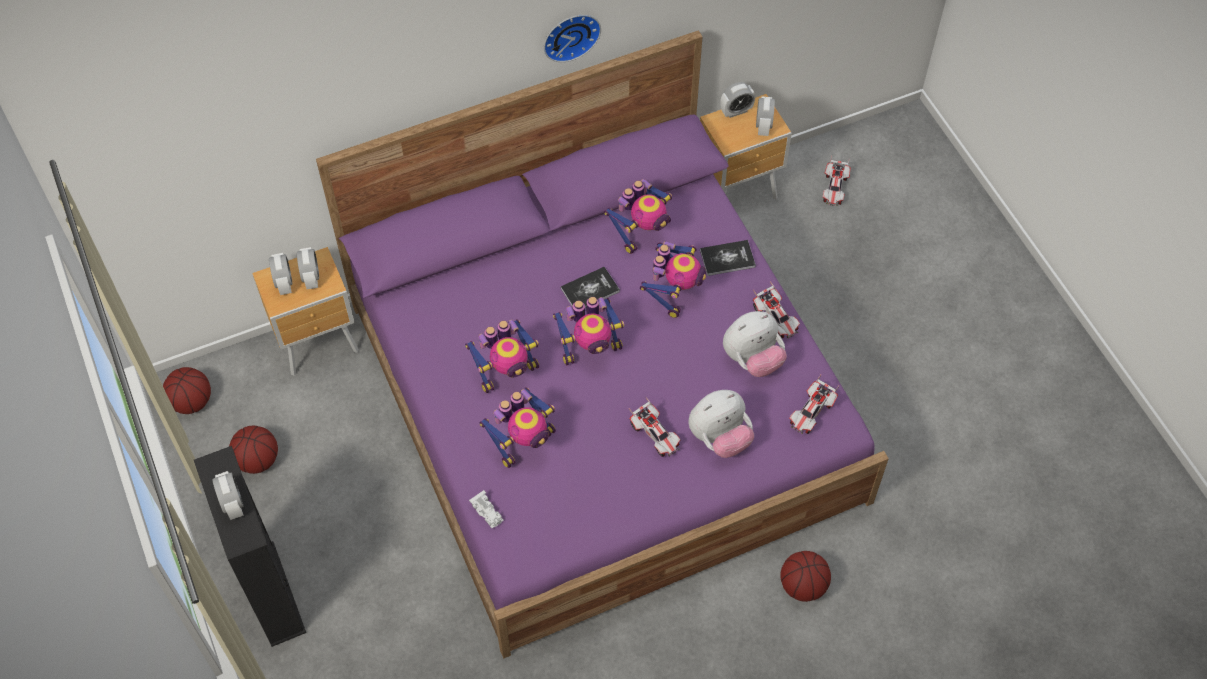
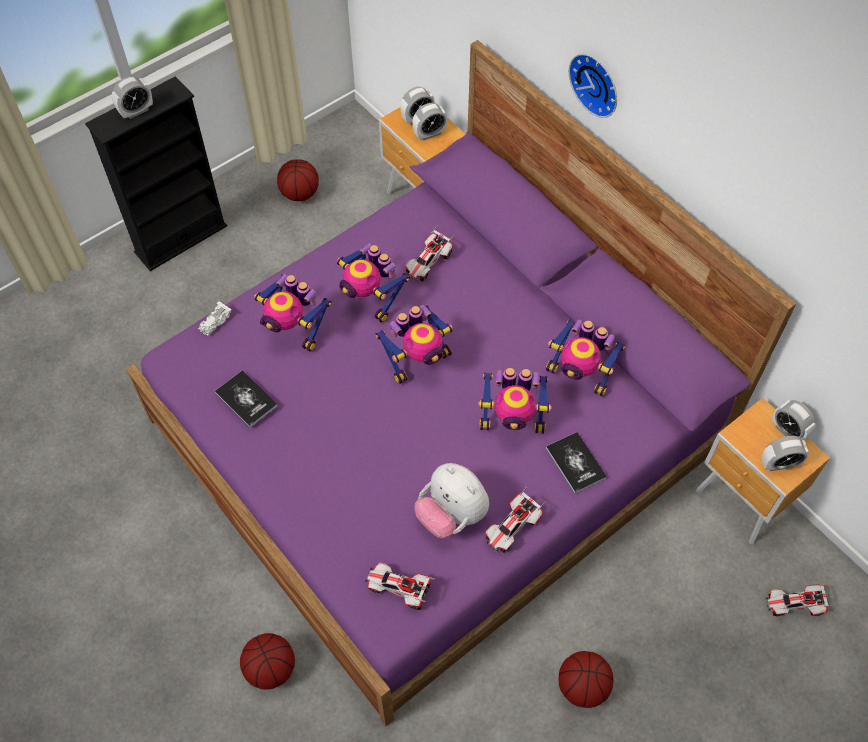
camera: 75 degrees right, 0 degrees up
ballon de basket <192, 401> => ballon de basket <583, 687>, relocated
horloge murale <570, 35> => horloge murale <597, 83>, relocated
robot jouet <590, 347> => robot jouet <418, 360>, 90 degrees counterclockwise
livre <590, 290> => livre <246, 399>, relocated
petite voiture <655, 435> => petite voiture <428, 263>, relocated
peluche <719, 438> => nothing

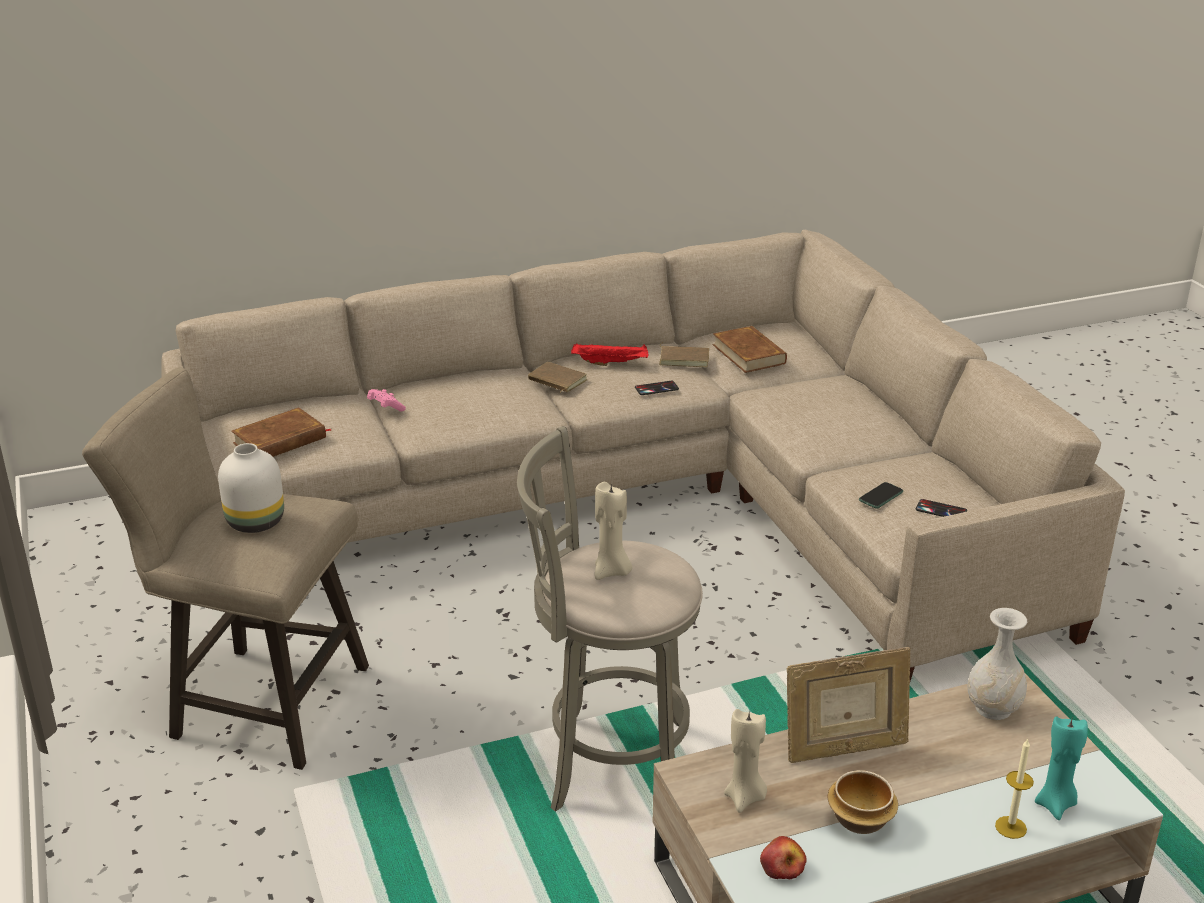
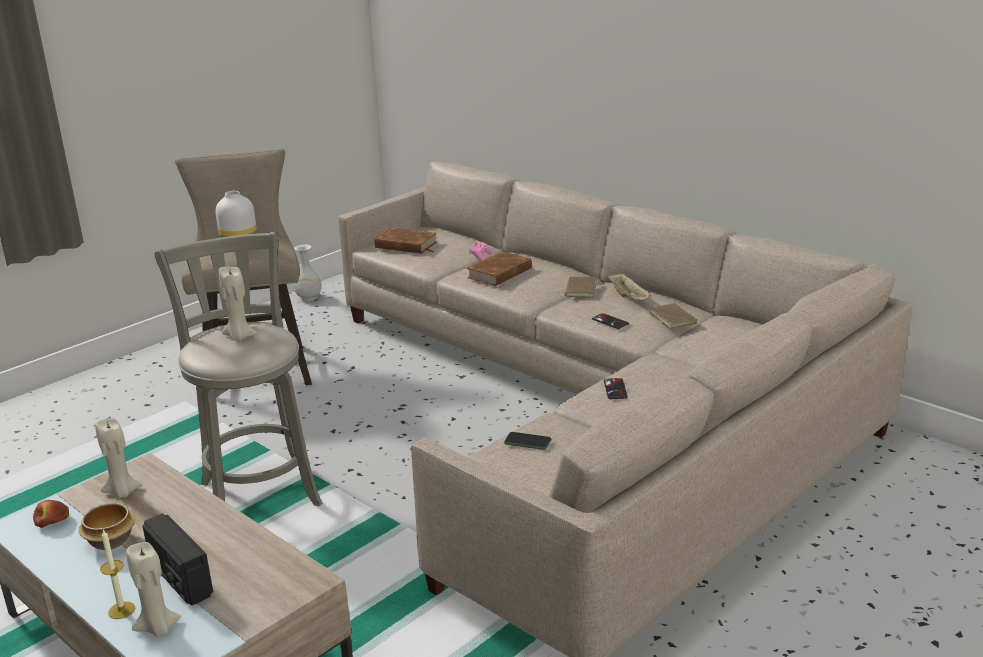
camera: 65 degrees right, 5 degrees down
plateau [rouge] <611, 363> => plateau [beige] <629, 297>
livre [marron] <749, 354> => livre [marron] <500, 273>, relocated
cadre photo <844, 749> => nothing
téléphone <941, 510> => téléphone <615, 389>, relocated
vase [blanc] <993, 709> => vase [blanc] <308, 298>, relocated
bougie [turquoise] <1056, 804> => bougie [beige] <158, 628>
nothing => radio <180, 579>

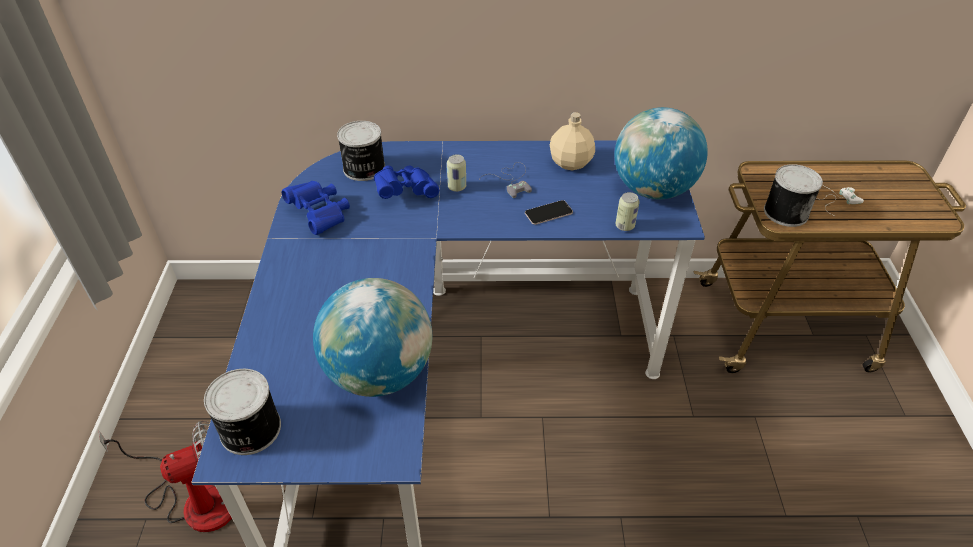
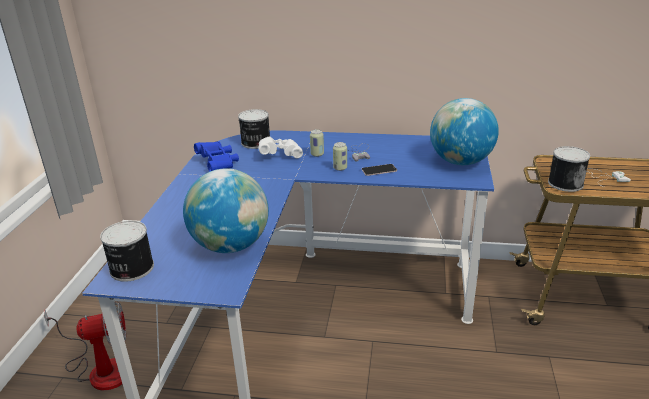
camera: 10 degrees right, 15 degrees down
jumelles [bleu] <405, 191> => jumelles [blanc] <280, 155>
bouteille [beige] <570, 163> => nothing
boîte métallique <624, 226> => boîte métallique <340, 168>, relocated

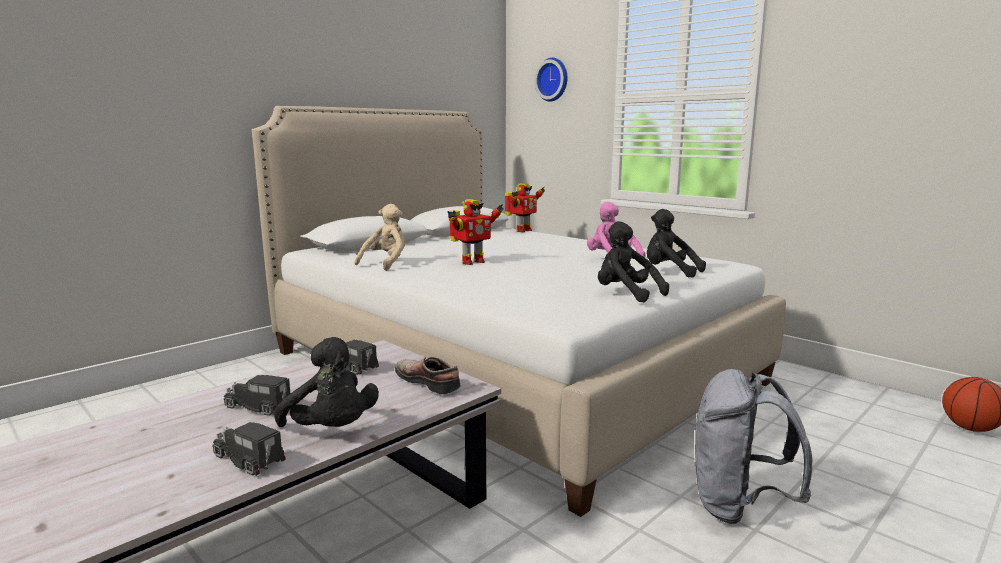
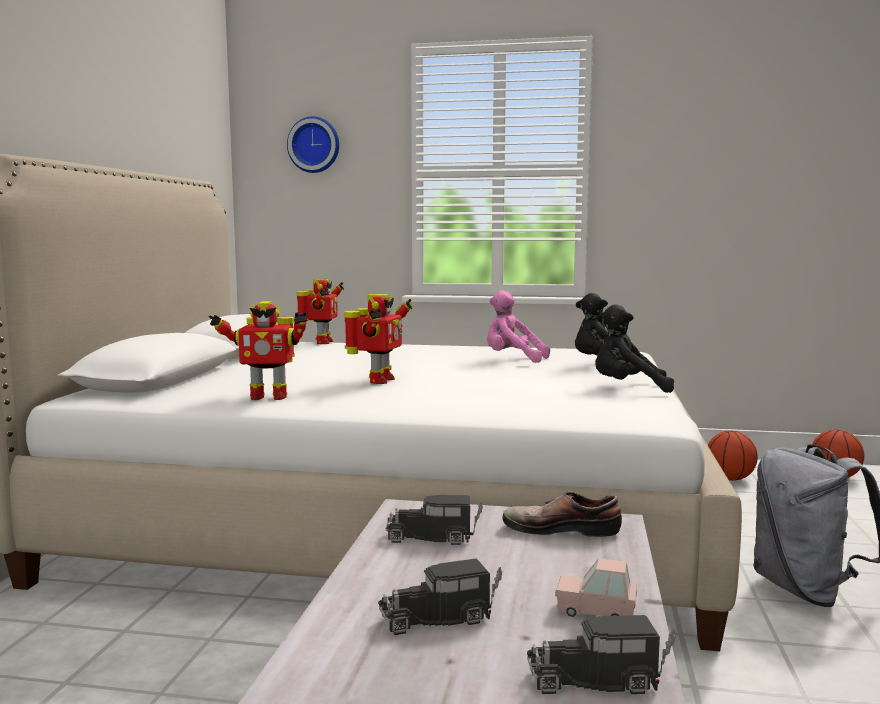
camera: 35 degrees left, 5 degrees down
peluche [noir] <331, 430> => petite voiture [rose] <595, 611>
peluche [beige] <386, 263> => robot jouet <267, 397>
nothing => ballon de basket <730, 479>

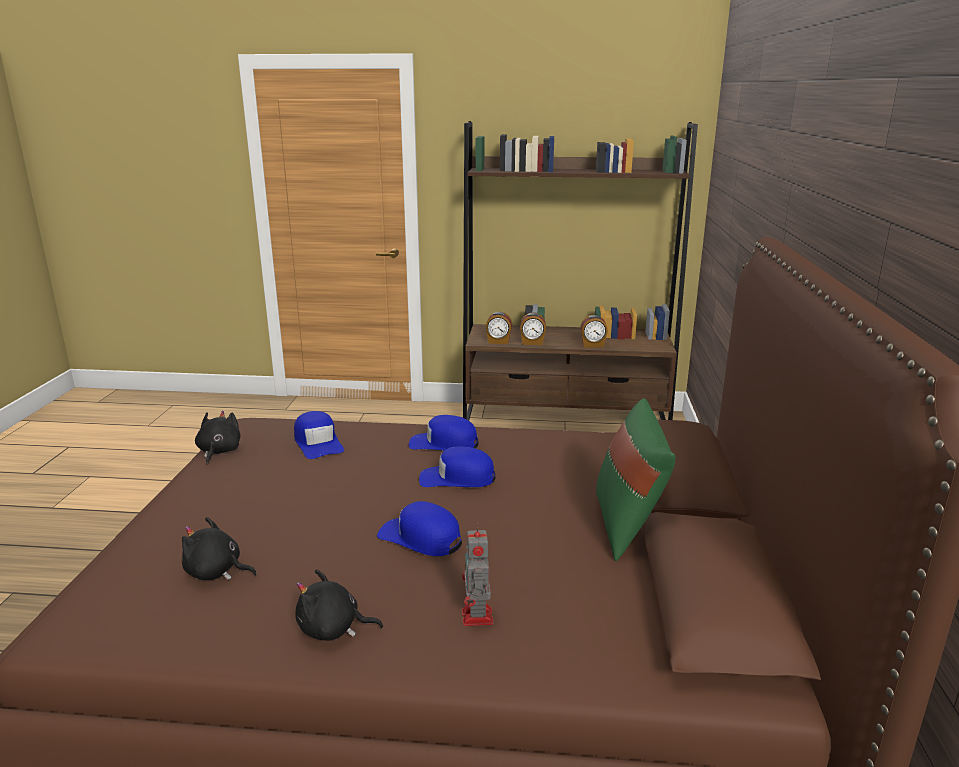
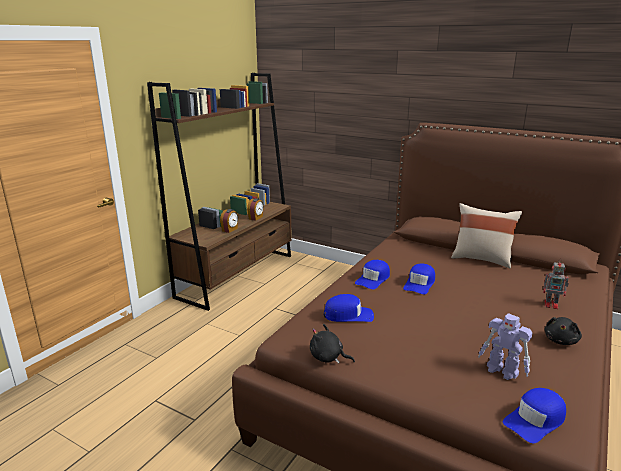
camera: 65 degrees left, 0 degrees up
peluche [noir] <216, 572> => robot jouet <502, 371>
casquette [bleu] <420, 538> => casquette [bleu] <535, 420>, relocated
réveil <498, 342> => nothing
coussin [vert] <628, 526> => coussin [beige] <481, 259>

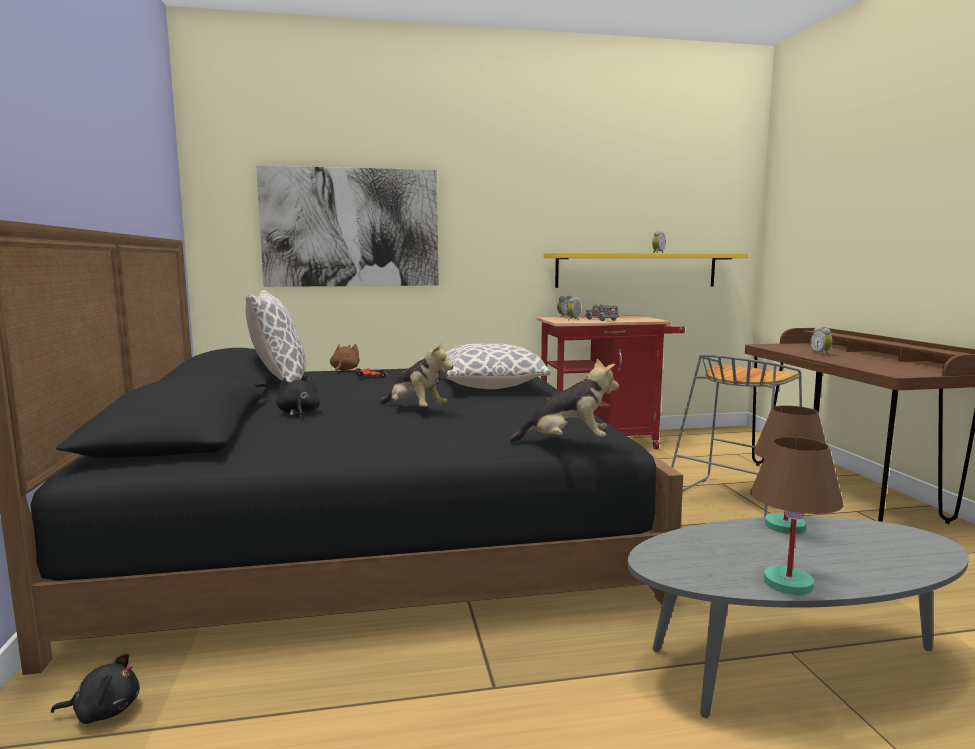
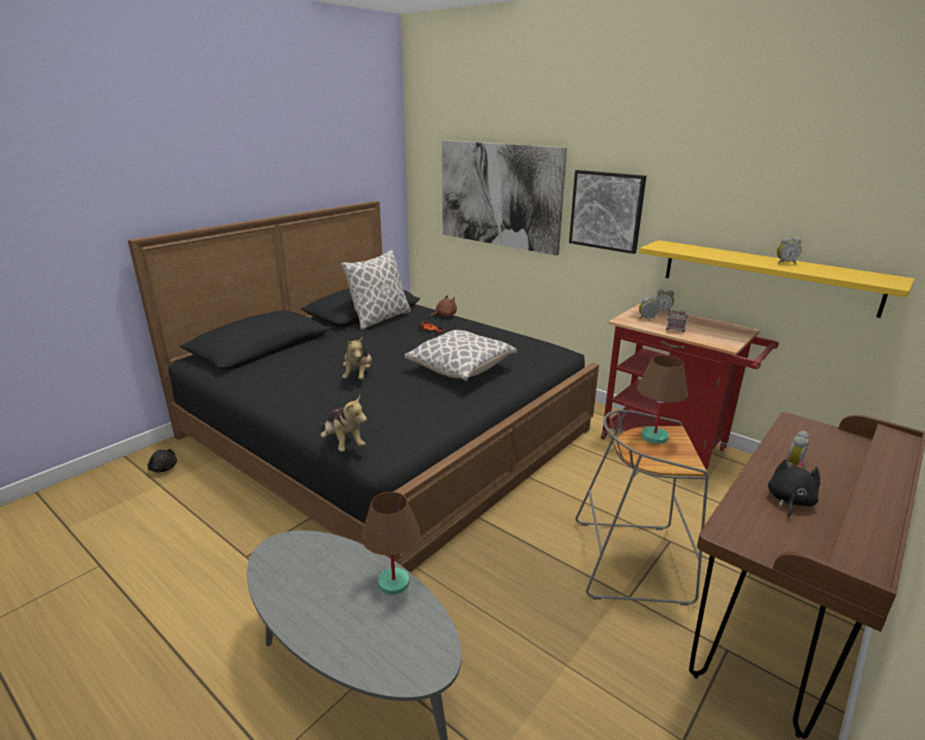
camera: 50 degrees right, 15 degrees up
peluche [noir] <298, 413> => peluche [noir] <789, 501>, relocated
lampe de table [marron] <786, 583> => lampe de table [marron] <654, 436>, relocated
nothing => tableau <606, 211>

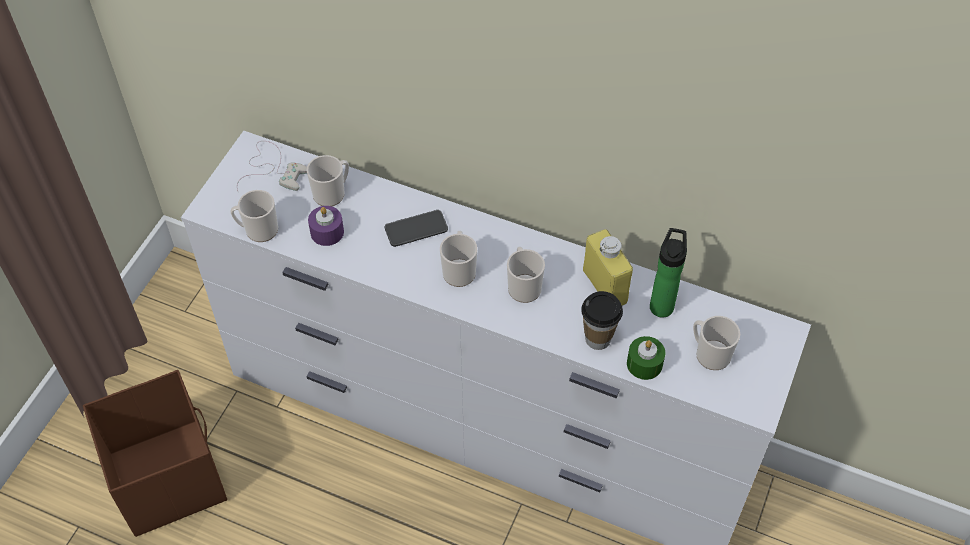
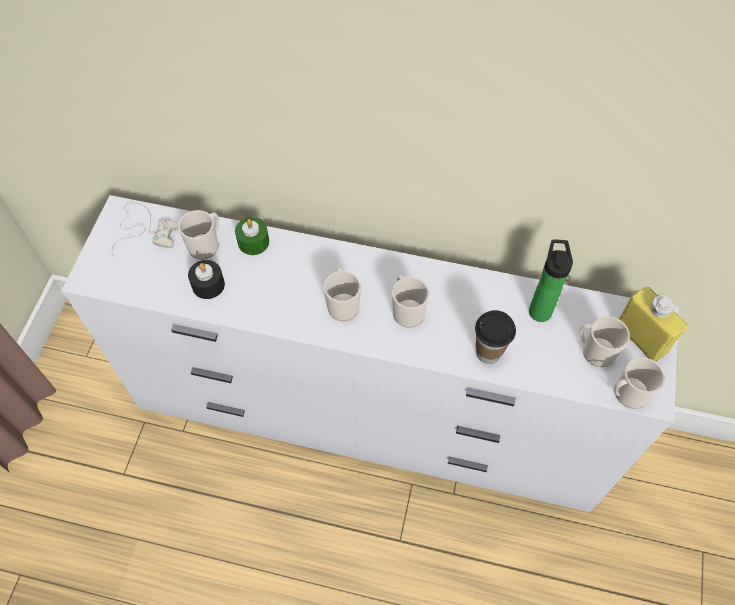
camera: 10 degrees left, 5 degrees up
boîte de rangement [marron] <168, 476> => nothing
mug <258, 230> => mug <627, 394>, relocated
bougie [violet] <327, 232> => bougie [noir] <208, 285>
téléphone <416, 229> => nothing
bouteille [jaune] <604, 286> => bouteille [jaune] <640, 339>, relocated
bougie [vert] <644, 364> => bougie [vert] <253, 242>, relocated

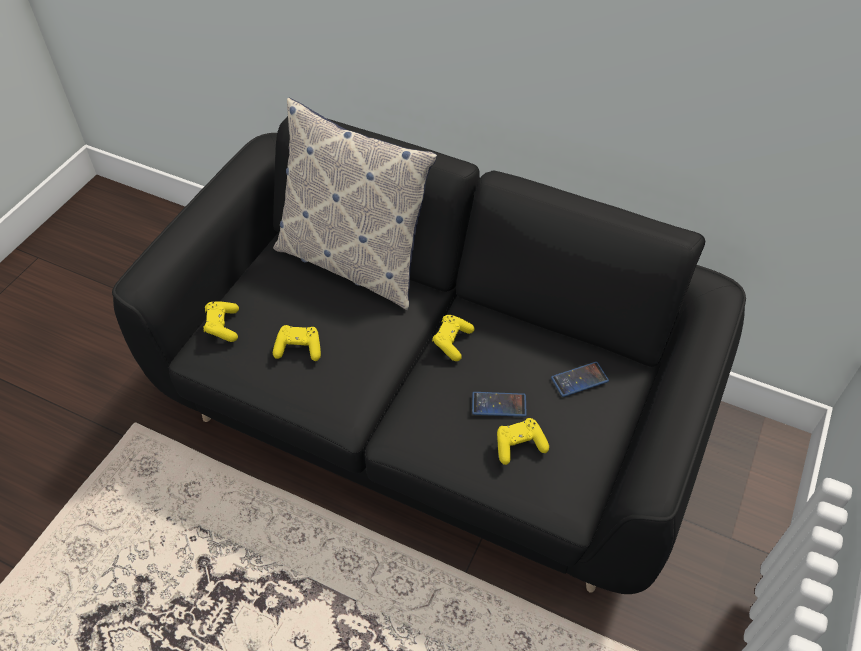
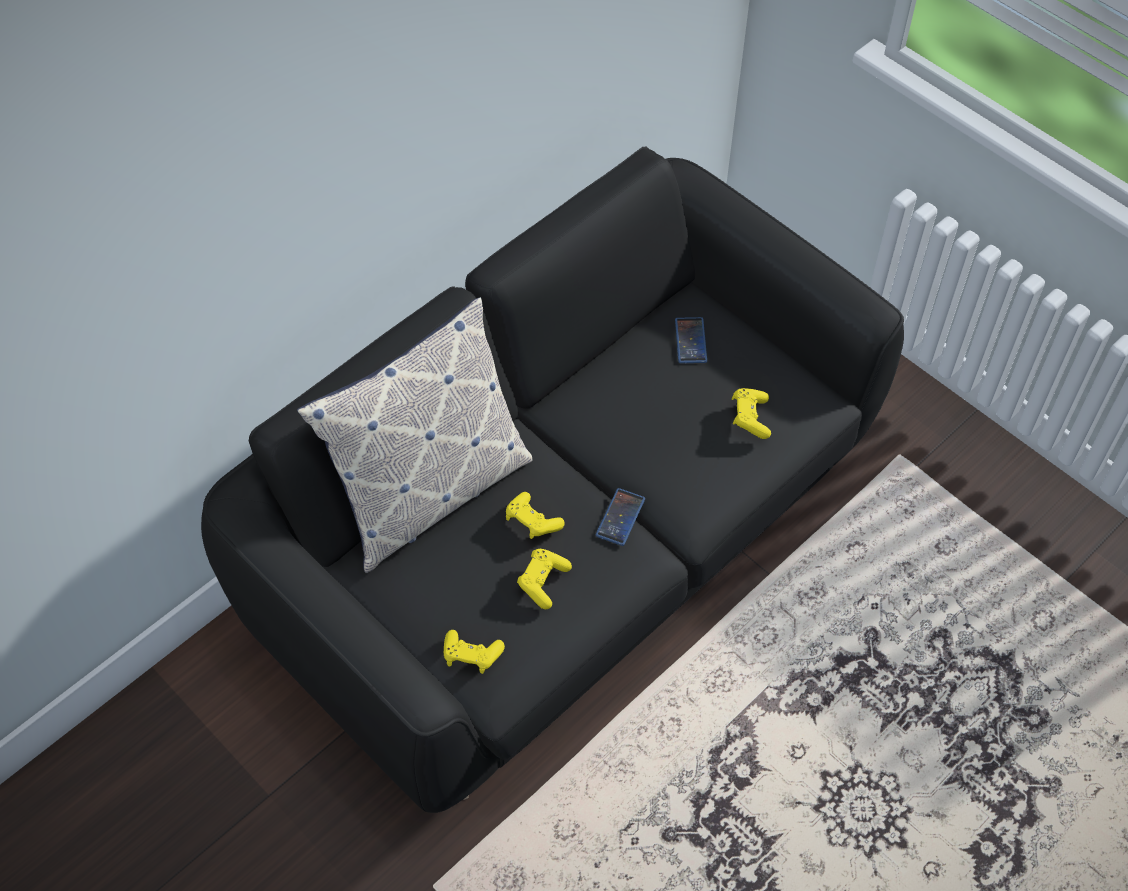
camera: 70 degrees left, 5 degrees up
manette [jaune] <452, 342> => manette [jaune] <532, 522>, relocated
téléphone <499, 404> => téléphone <620, 517>, relocated

